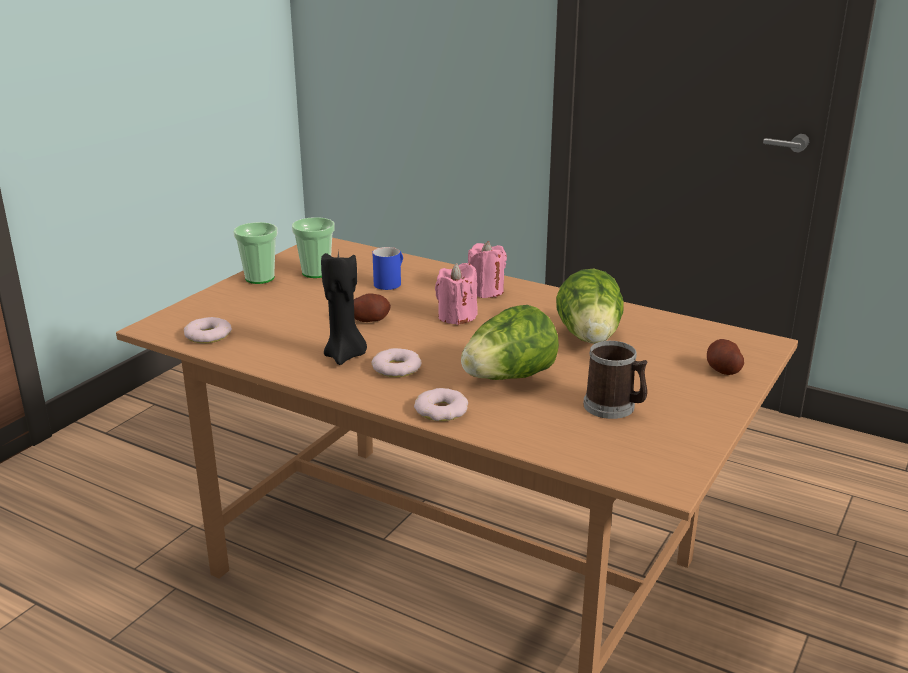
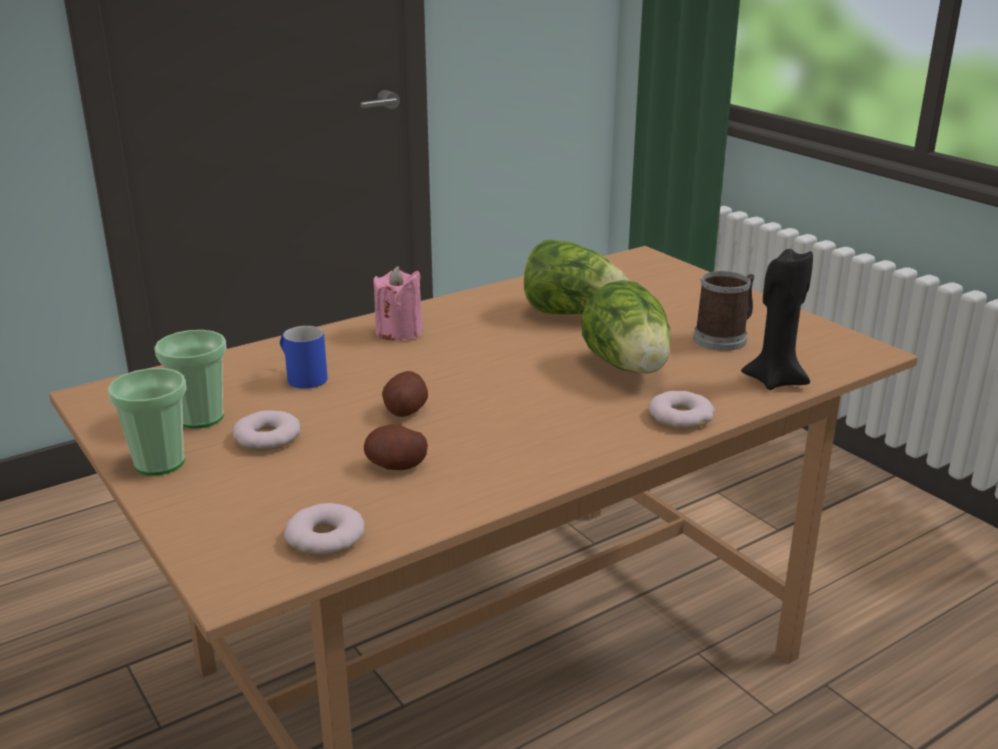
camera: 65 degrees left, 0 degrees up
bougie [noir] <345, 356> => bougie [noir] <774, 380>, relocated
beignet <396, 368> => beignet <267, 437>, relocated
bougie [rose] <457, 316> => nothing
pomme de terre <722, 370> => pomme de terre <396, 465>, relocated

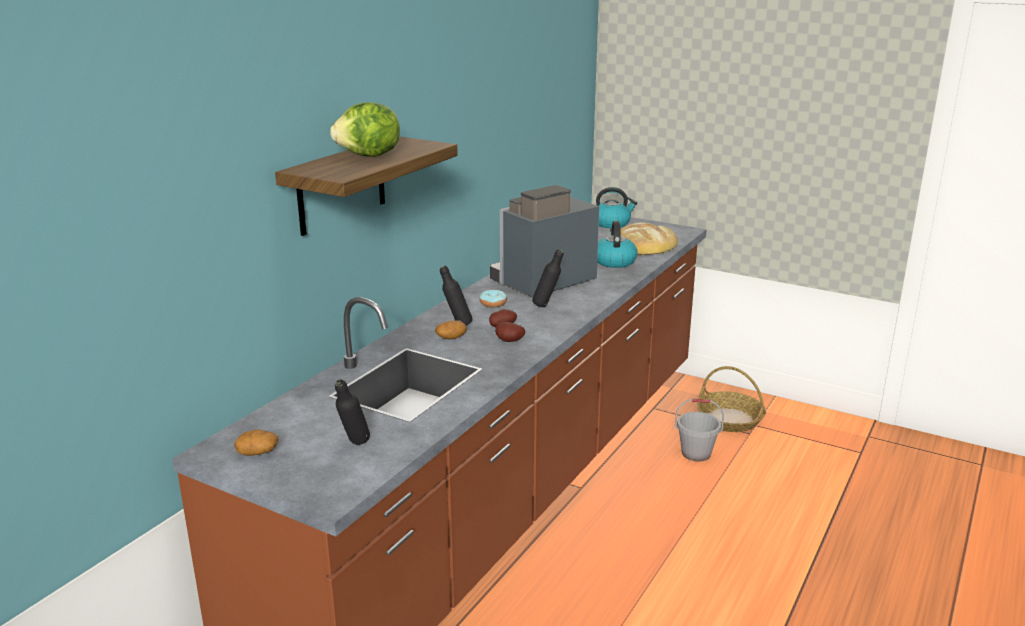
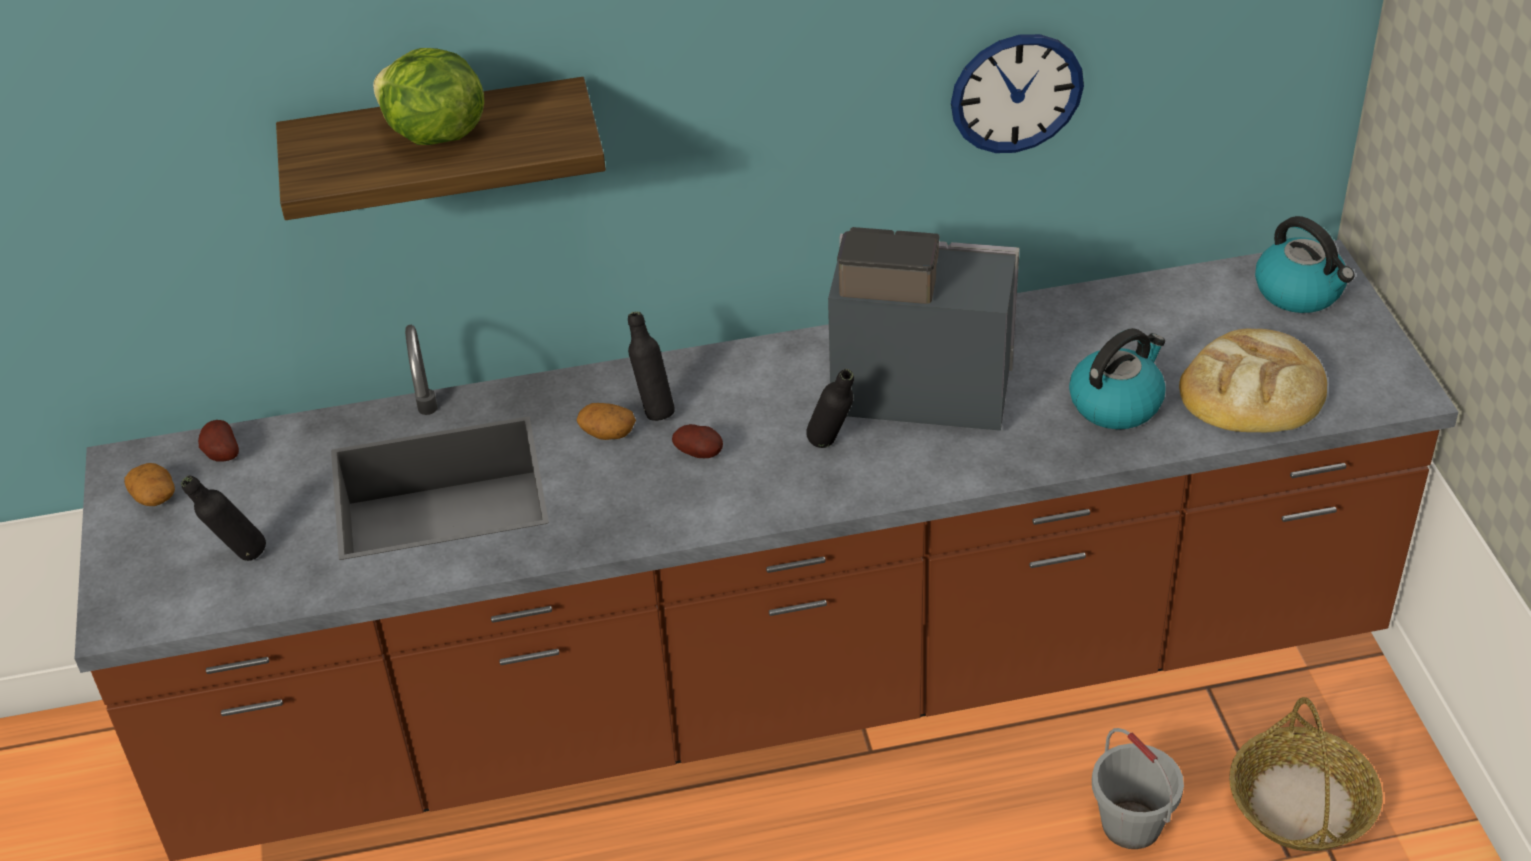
camera: 50 degrees right, 20 degrees up
beignet <493, 303> => nothing
pomme de terre <509, 341> => pomme de terre <221, 455>, relocated
nothing => horloge murale <1016, 93>

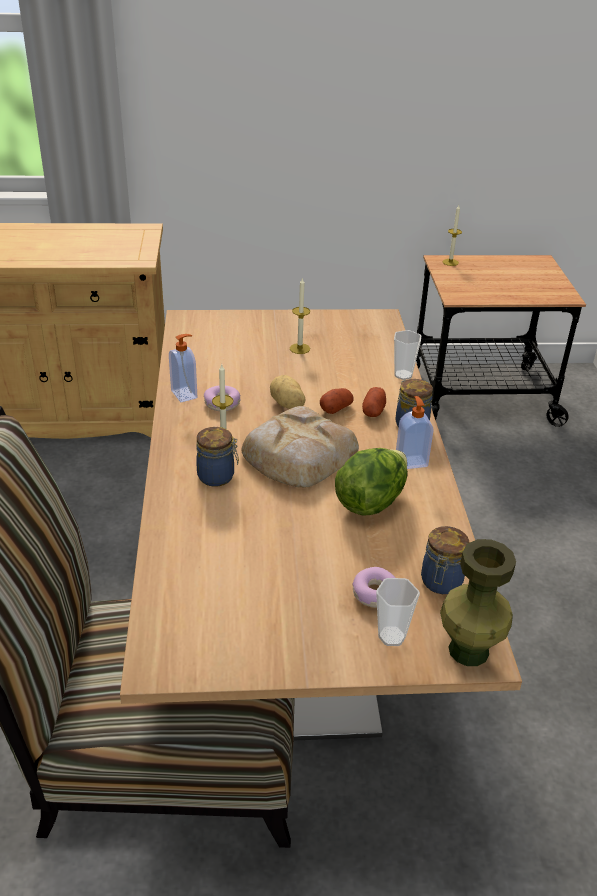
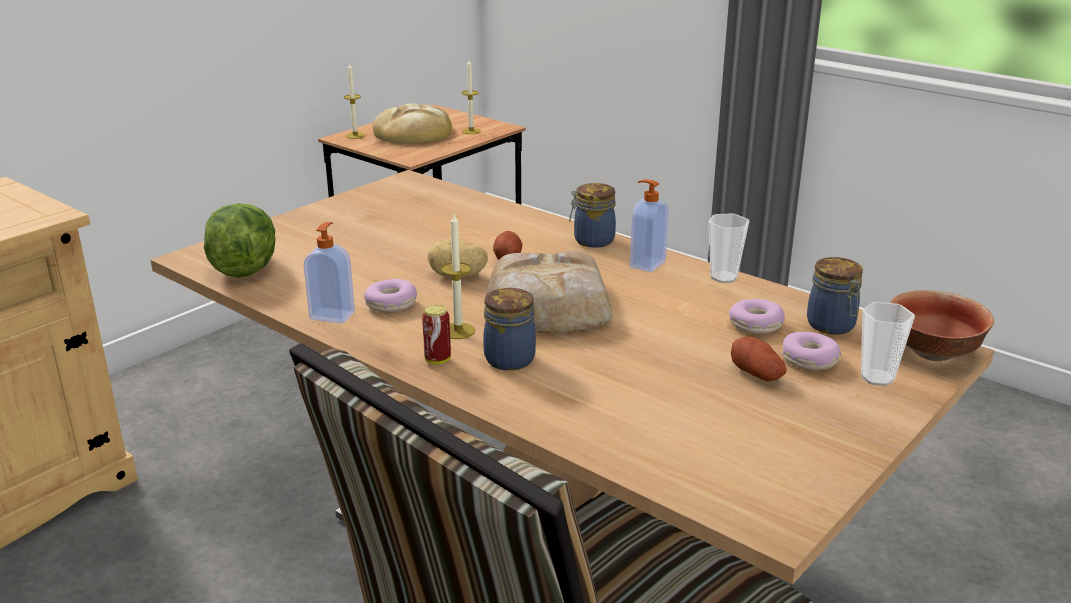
camera: 45 degrees left, 10 degrees down
bougie <299, 348> => bougie <471, 131>, relocated
laitue <371, 501> => laitue <244, 267>, relocated
pomme de terre <373, 411> => pomme de terre <756, 373>, relocated
tasse <403, 375> => tasse <723, 277>, relocated
vase [vert] <469, 651> => bol <934, 353>
nothing => pain <414, 132>
nothing => boîte métallique <437, 360>
nothing => beignet <755, 325>

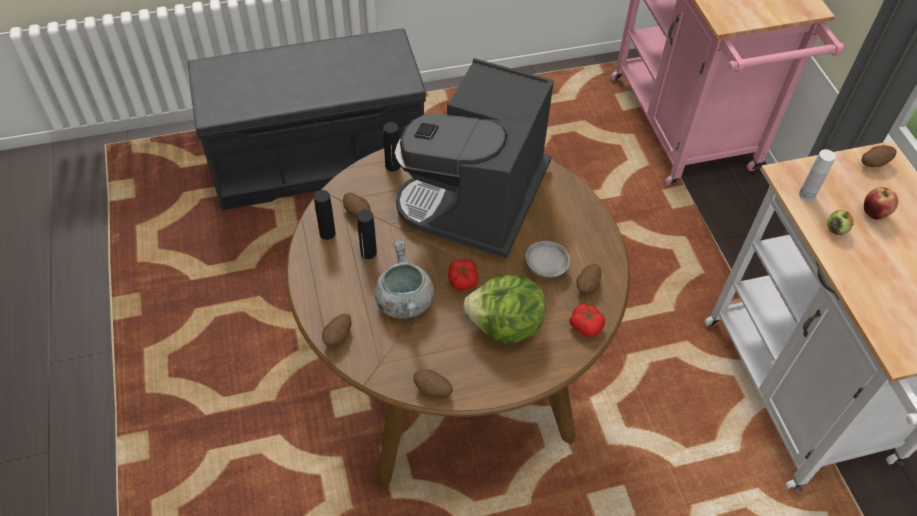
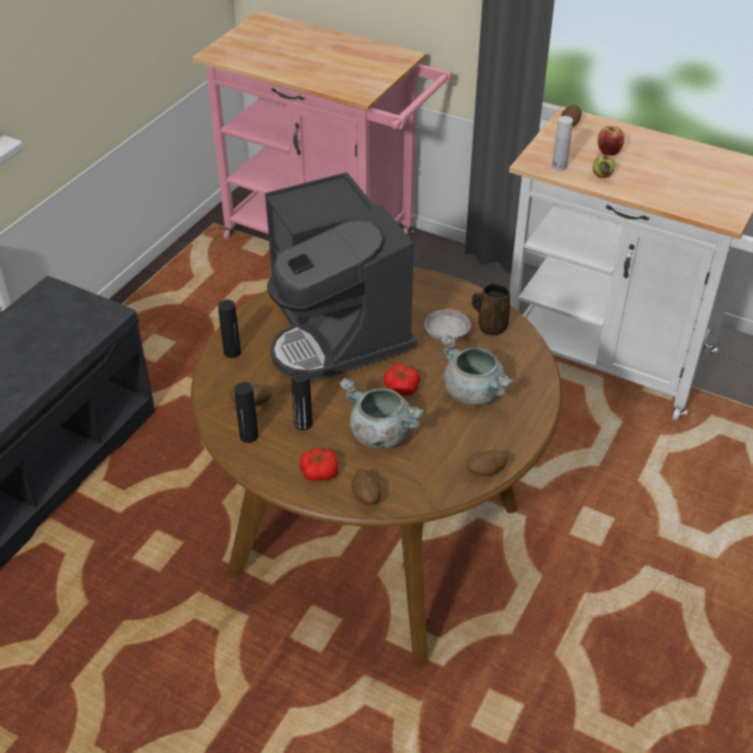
camera: 45 degrees left, 10 degrees down
laitue <505, 326> => marmite [gris] <474, 392>
tomate <586, 325> => tomate <319, 472>, relocated
pomme de terre <588, 286> => mug [marron] <490, 326>

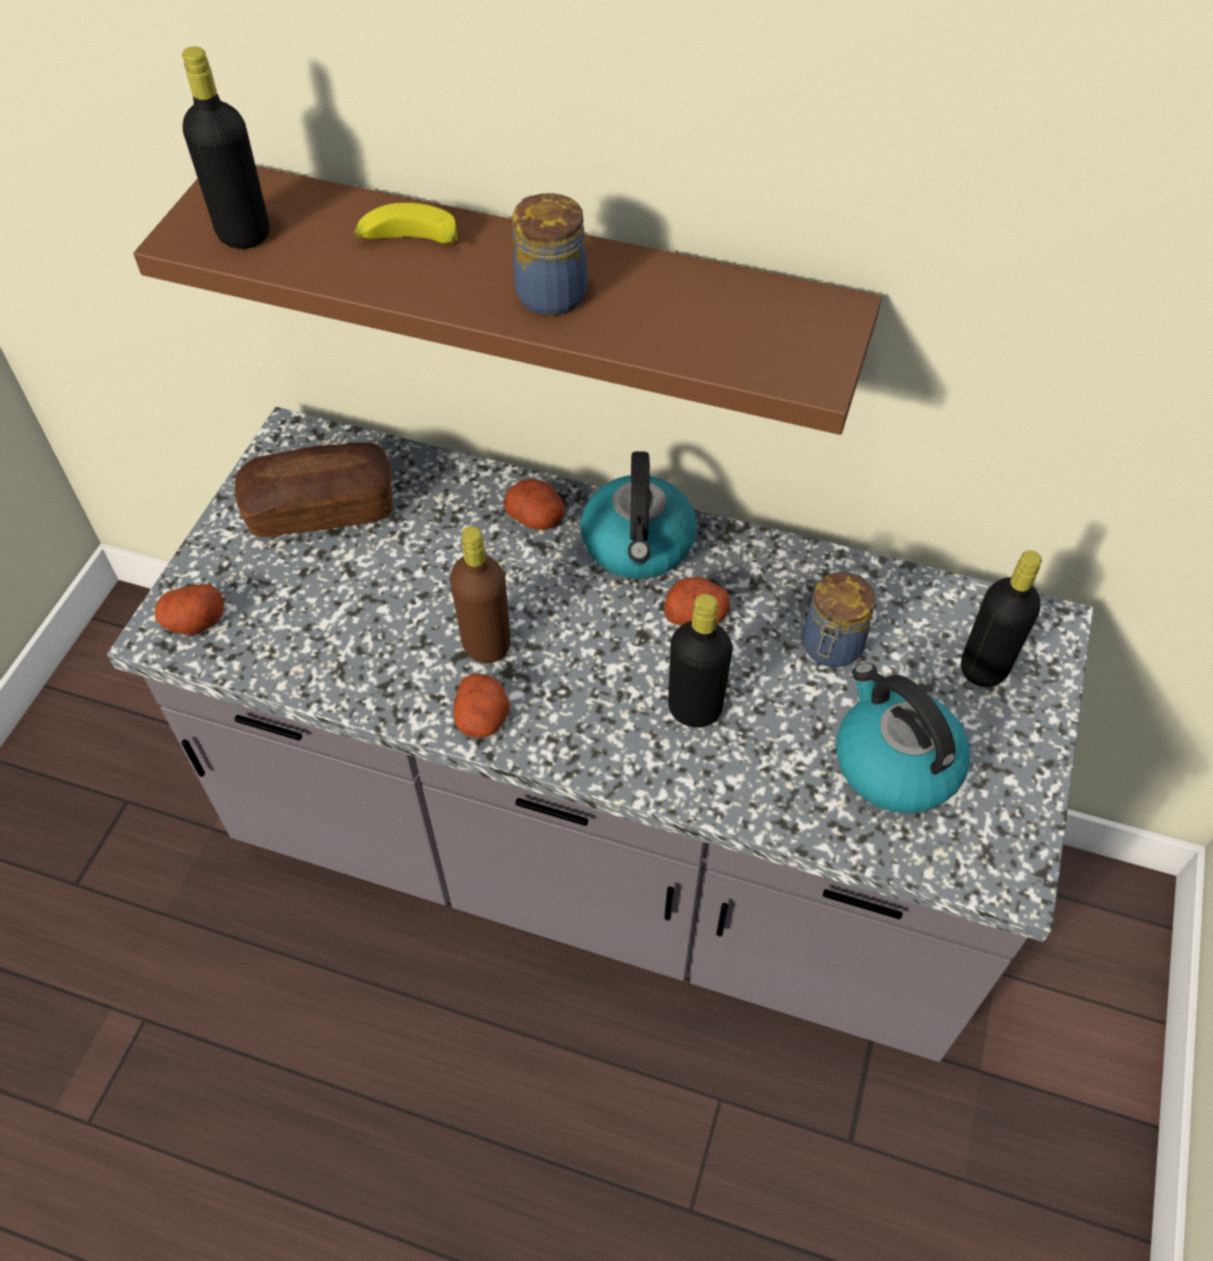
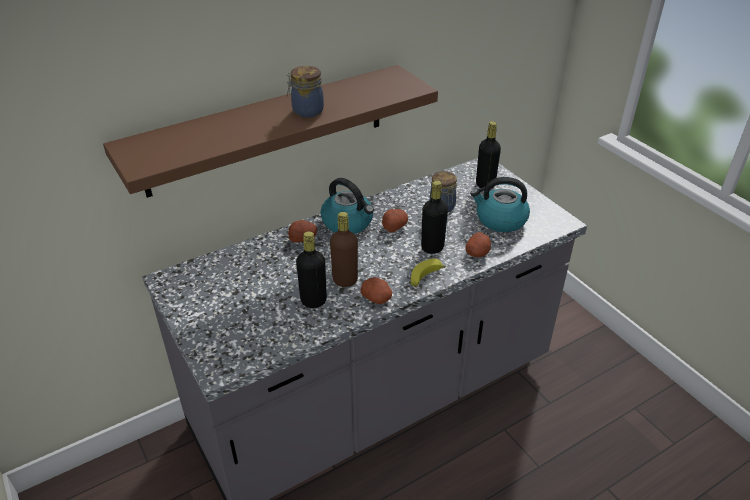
camera: 50 degrees left, 15 degrees down
pomme de terre <194, 621> => pomme de terre <477, 253>, relocated
bouteille [noir] <244, 234> => bouteille [noir] <313, 301>, relocated
pain <321, 509> => nothing
banane <407, 241> => banane <425, 278>, relocated

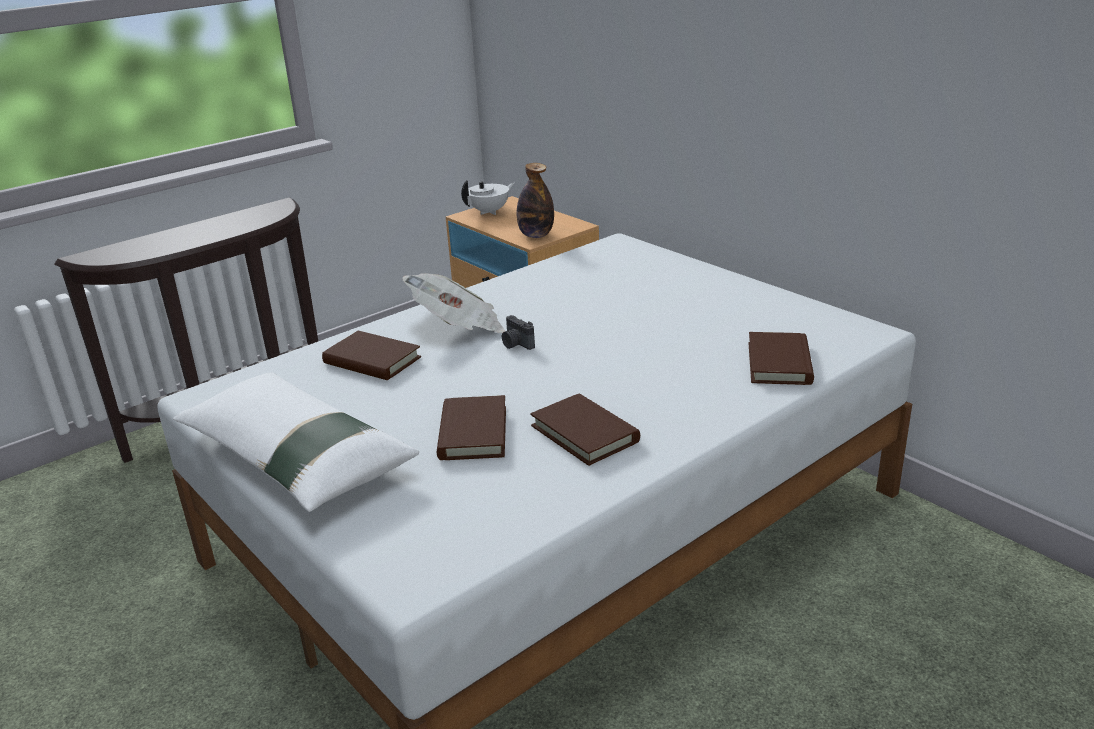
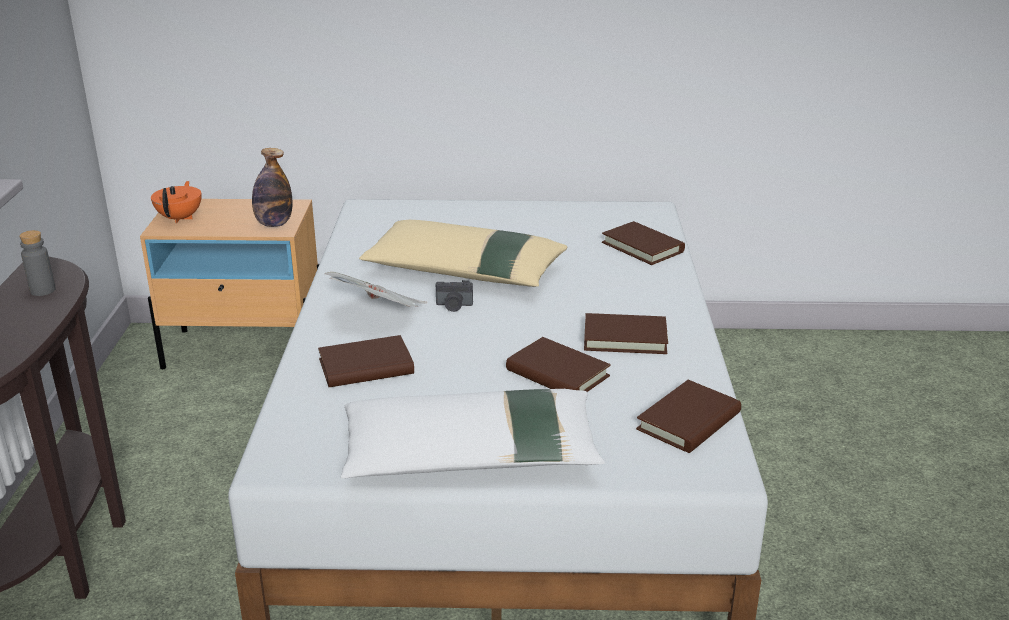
camera: 50 degrees left, 0 degrees up
théière [blanc] <490, 212> => théière [orange] <180, 218>
nothing => bouteille [gris] <43, 290>
nothing => coussin [beige] <464, 271>
nothing => livre [marron] <688, 421>

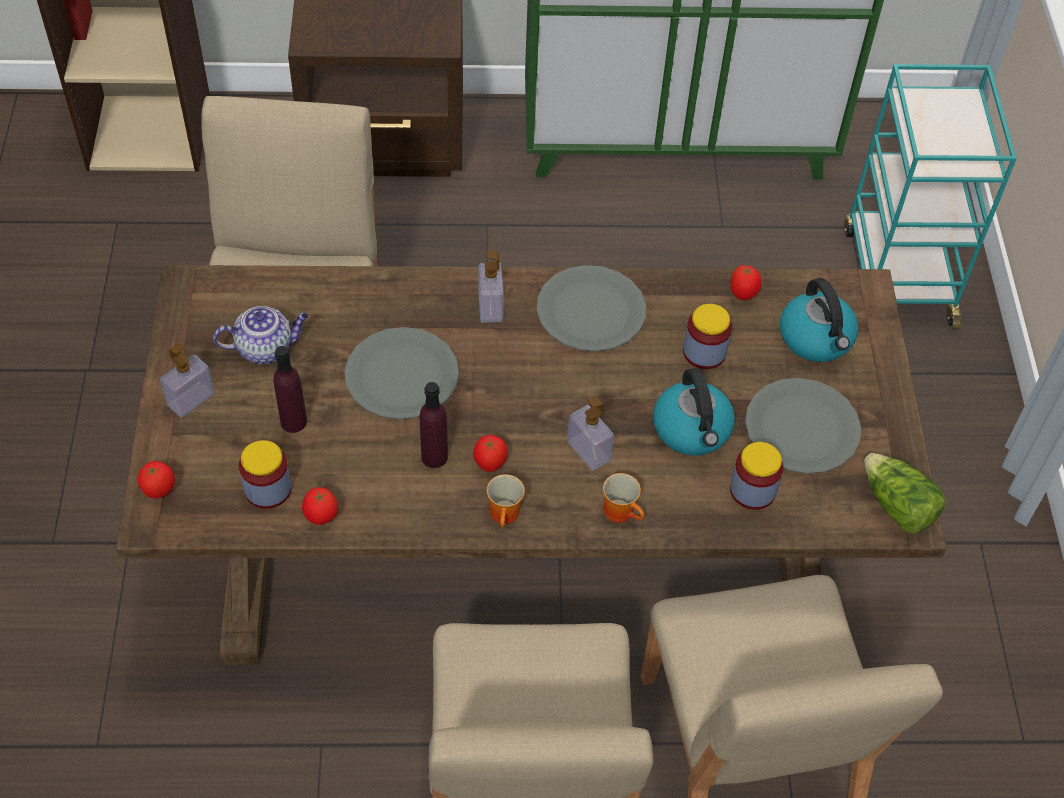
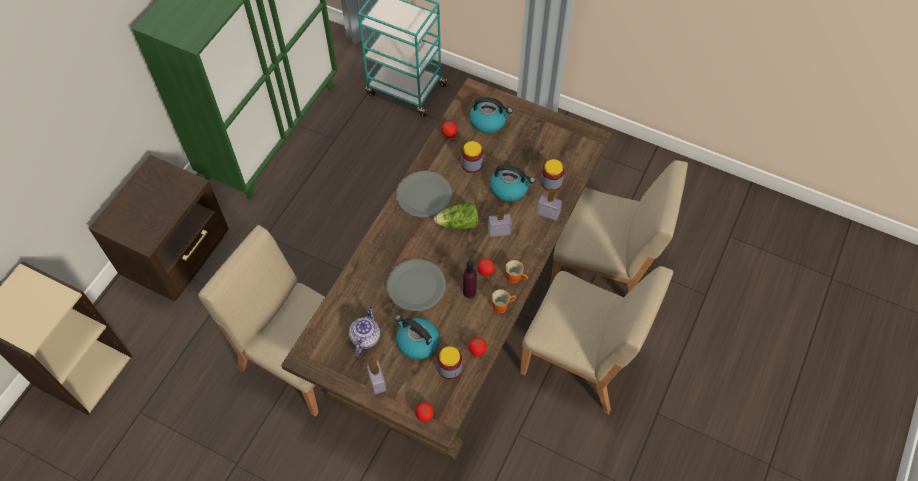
camera: 60 degrees left, 5 degrees up
bouteille [violet] <293, 422> => bouilloire <417, 342>
distributeur de savon <490, 306> => distributeur de savon <548, 213>, relocated
mug <622, 511> => mug <501, 305>, relocated
assiette [gris] <802, 428> => nothing
laitue <896, 506> => laitue <458, 223>, relocated

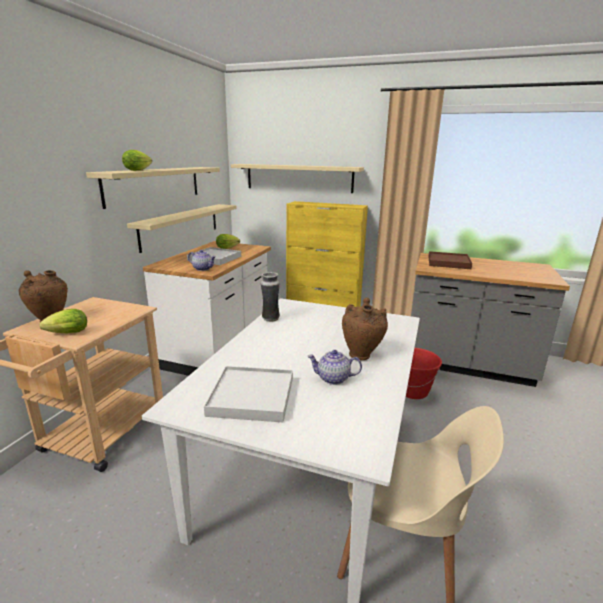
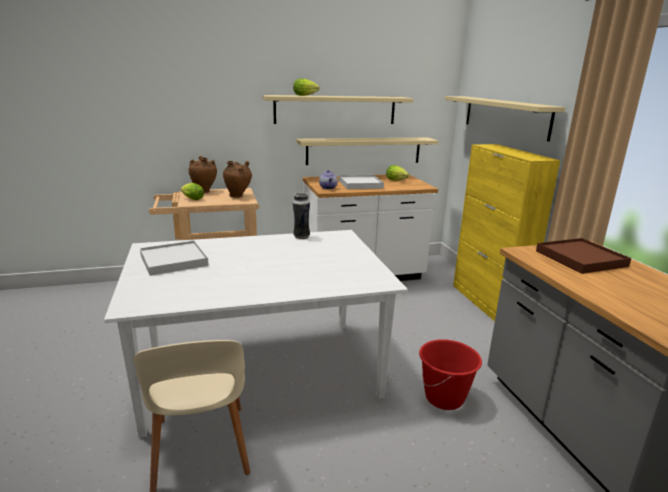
camera: 55 degrees right, 0 degrees up
théière <333, 379> => nothing
vase [marron] <361, 355> => vase [marron] <238, 196>, relocated

